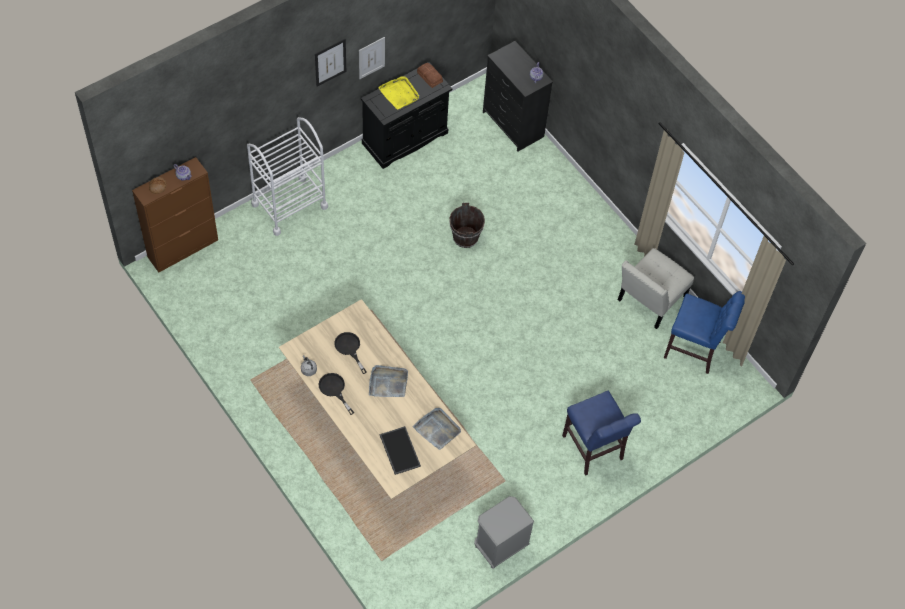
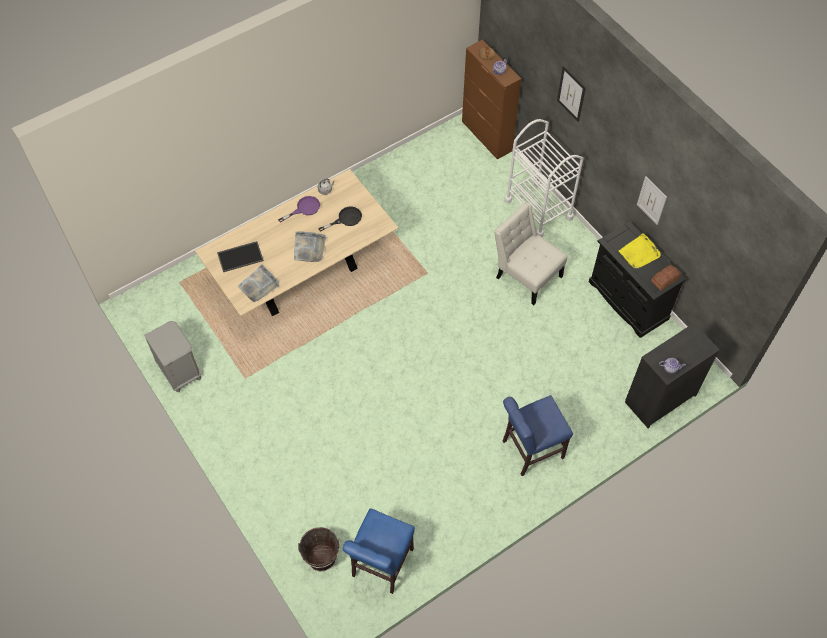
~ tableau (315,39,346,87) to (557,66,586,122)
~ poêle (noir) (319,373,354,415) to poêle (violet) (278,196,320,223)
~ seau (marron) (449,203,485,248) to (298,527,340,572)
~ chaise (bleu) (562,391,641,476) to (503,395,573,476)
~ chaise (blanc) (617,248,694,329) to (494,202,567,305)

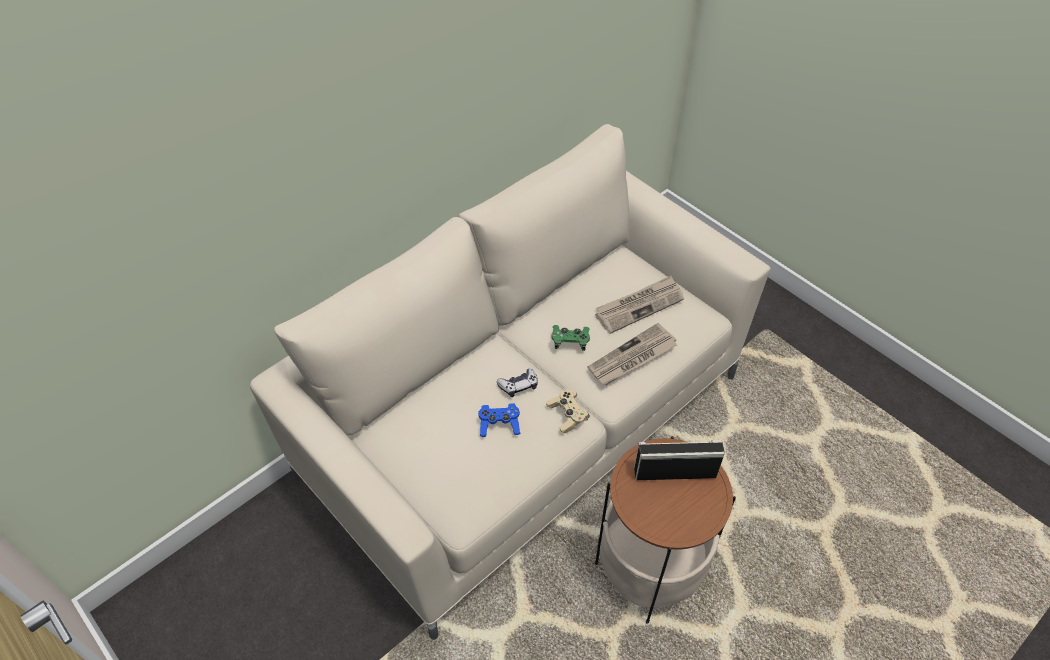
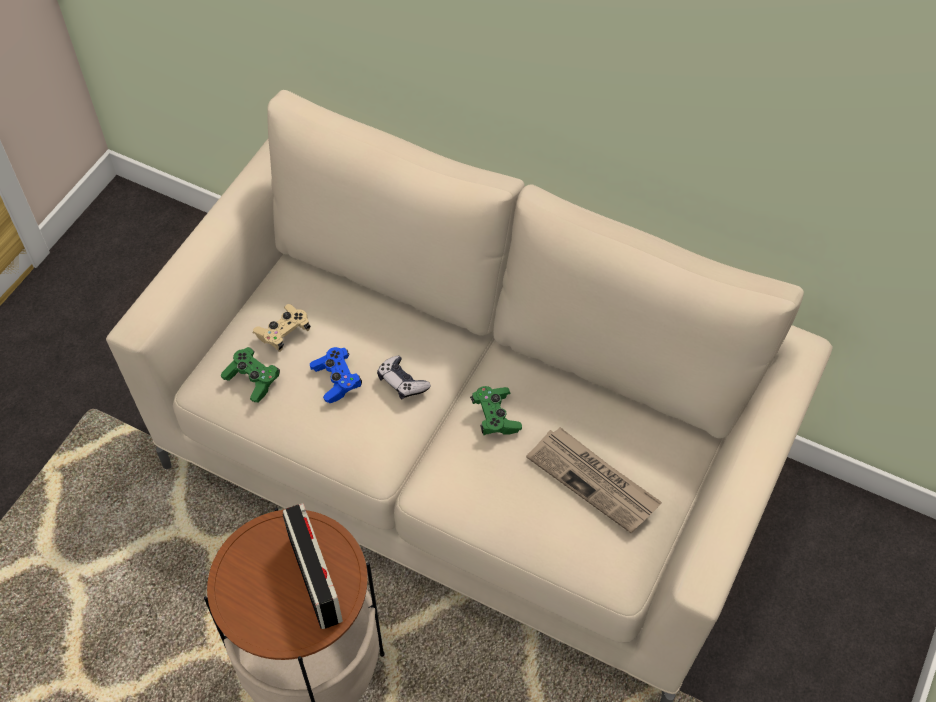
~ manette (beige) (546,389,590,433) to (253,304,311,352)
- journal (587,323,677,385)
+ manette (vert) (221,347,280,402)

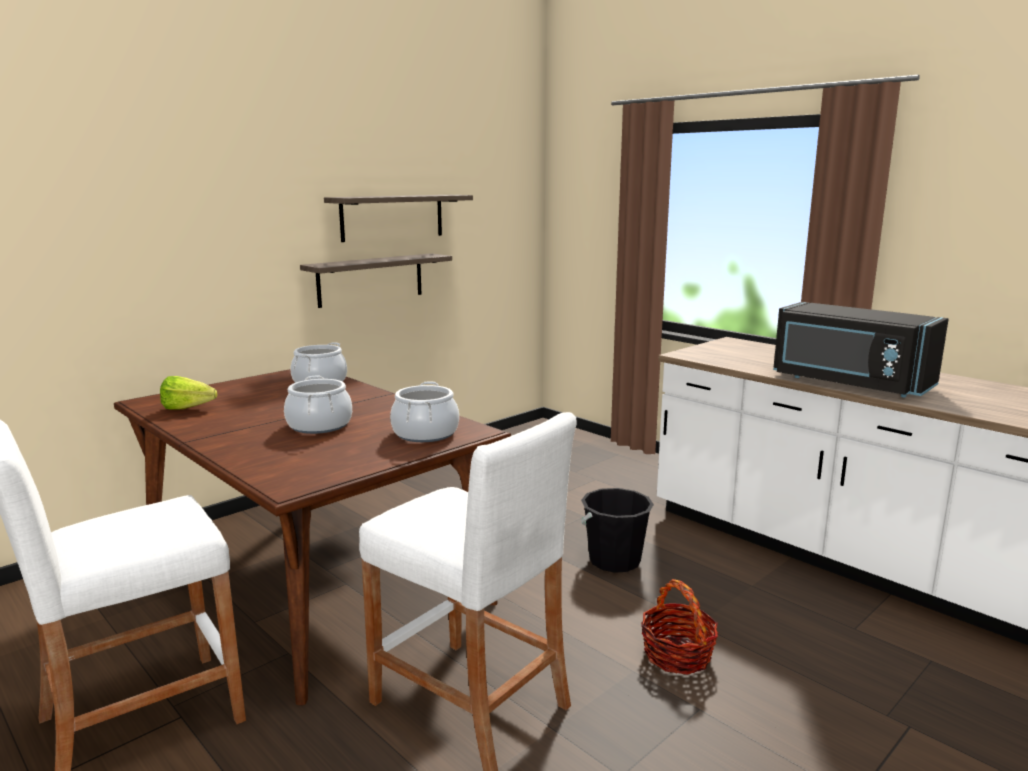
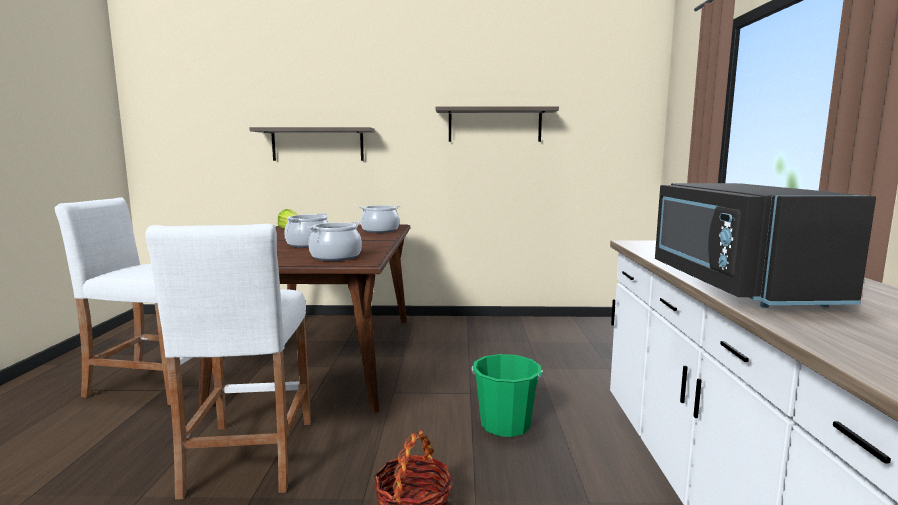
~ étagère (300,253,452,308) to (250,127,375,161)
~ seau (noir) (581,488,654,573) to seau (vert) (472,354,543,437)

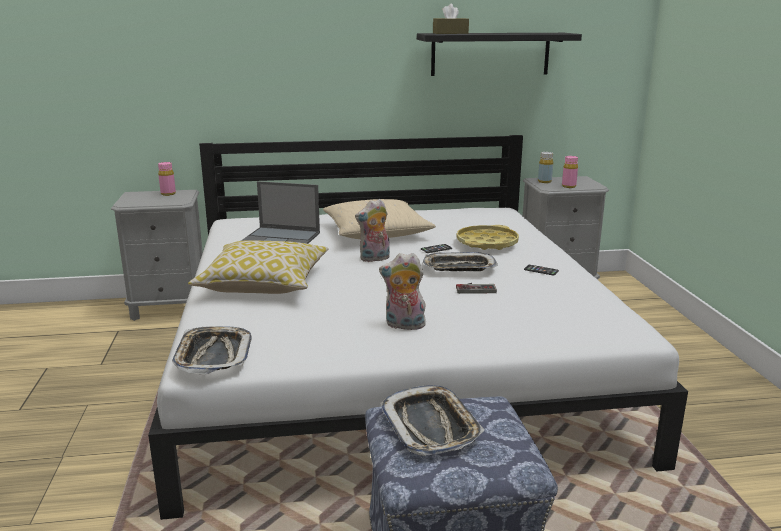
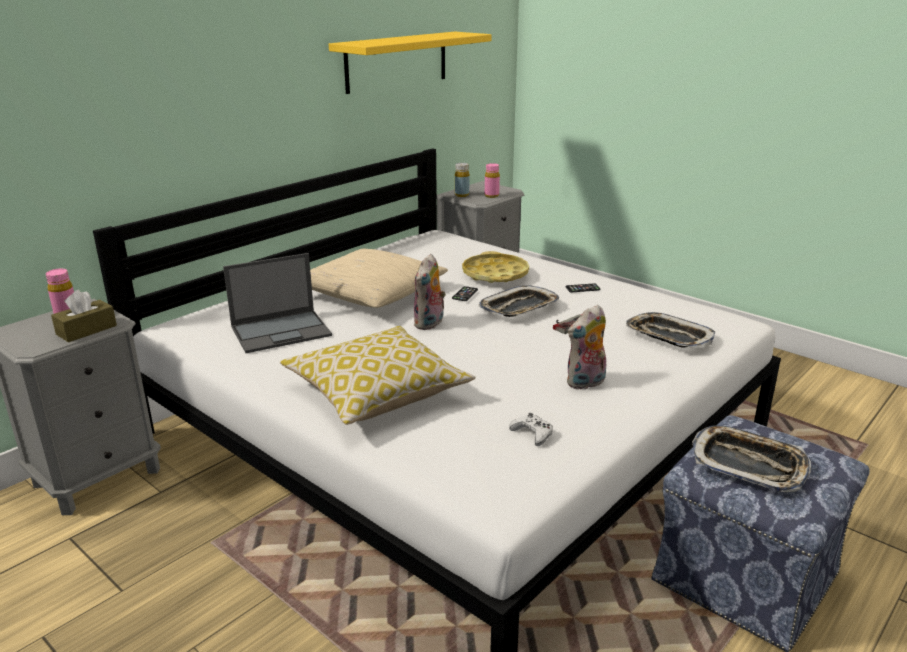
~ plateau (172,326,252,375) to (626,312,715,348)
~ étagère (noir) (417,33,582,76) to étagère (jaune) (329,32,492,94)
~ boîte à mouchoirs (marron) (433,4,469,34) to (51,290,117,342)
+ manette (blanc) (509,413,553,446)

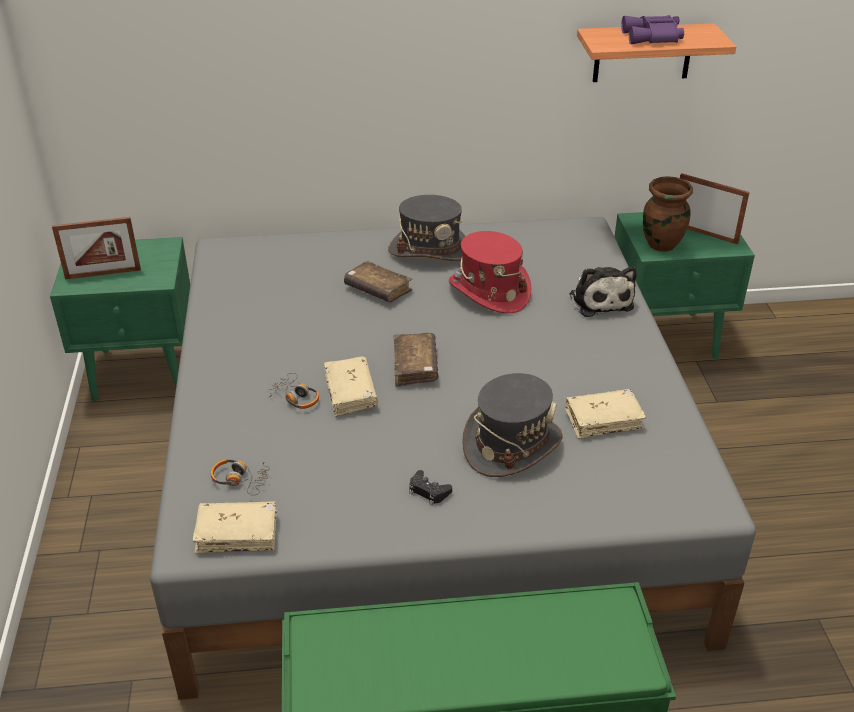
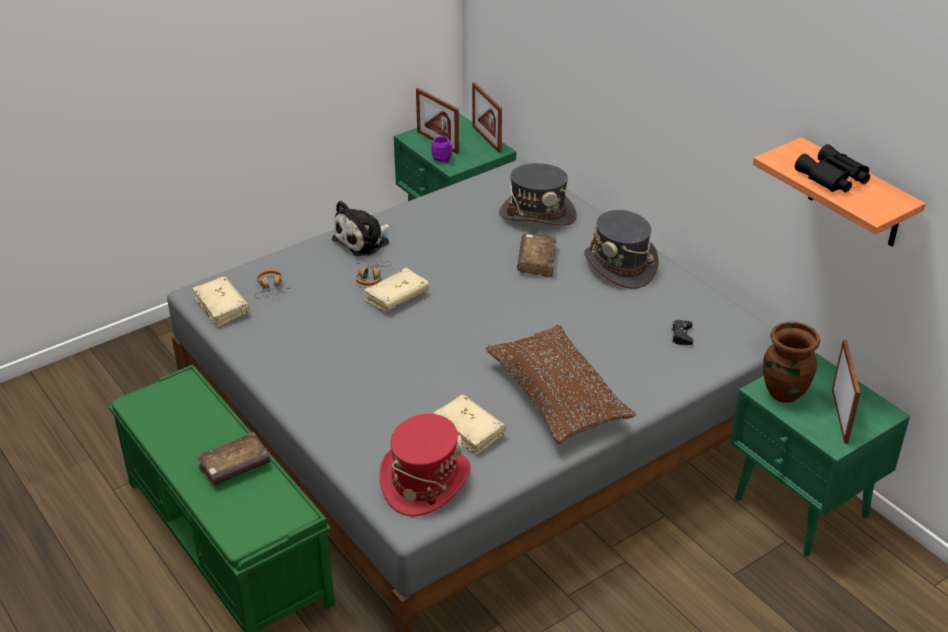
~ livre (marron) (393,333,438,387) to (195,432,271,486)
~ manette (noir) (409,470,452,505) to (671,320,693,345)
~ chapeau (rouge) (449,231,532,313) to (380,414,471,516)
~ chapeau (gris) (462,373,563,477) to (499,163,577,226)
~ peluche (569,266,636,317) to (332,201,391,256)
~ jumelles (violet) (621,15,684,44) to jumelles (noir) (795,144,870,192)
+ mug (violet) (431,136,452,163)
+ cadre photo (472,82,502,153)
+ coussin (marron) (486,325,636,444)

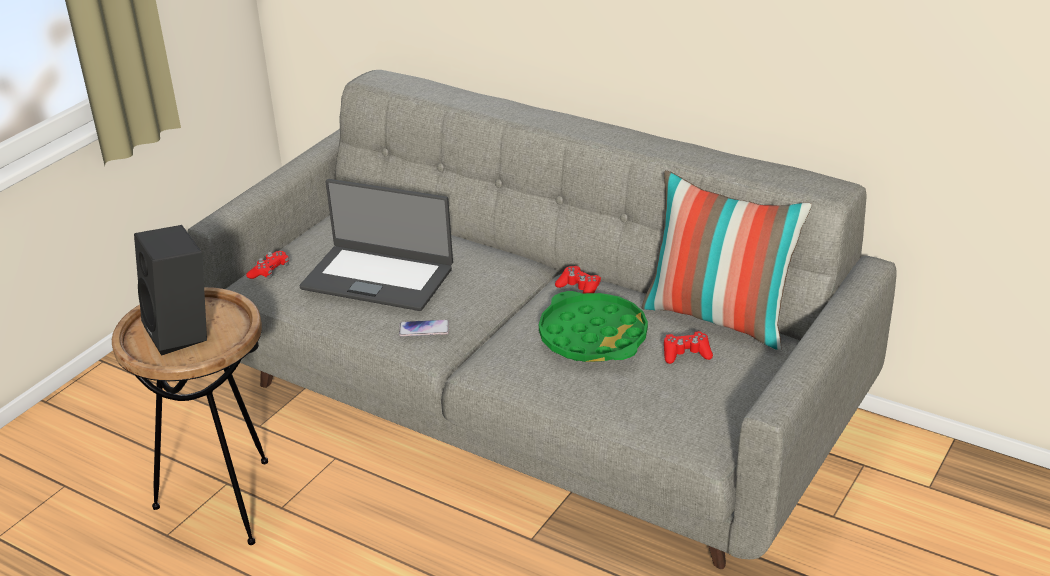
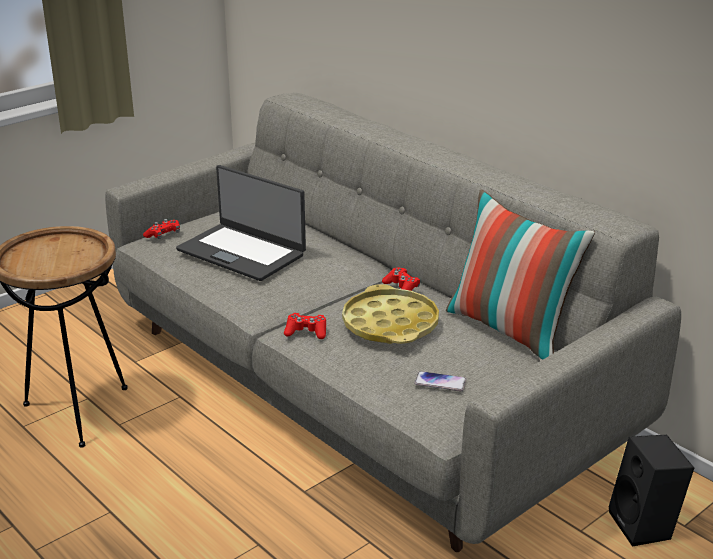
~ enceinte (noir) (134,225,207,356) to (609,435,694,547)
~ téléphone (399,320,449,336) to (414,371,466,392)
~ plateau (vert) (539,291,648,362) to plateau (jaune) (342,284,439,344)
~ manette (rouge) (664,331,713,364) to (284,313,326,339)

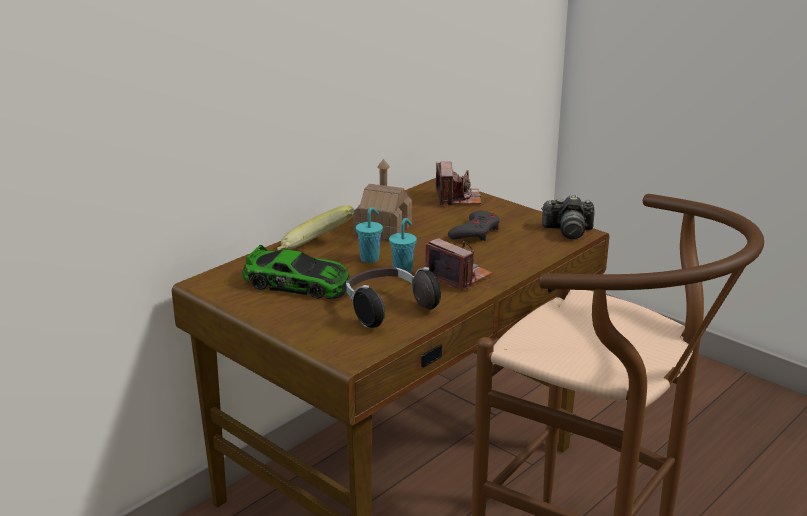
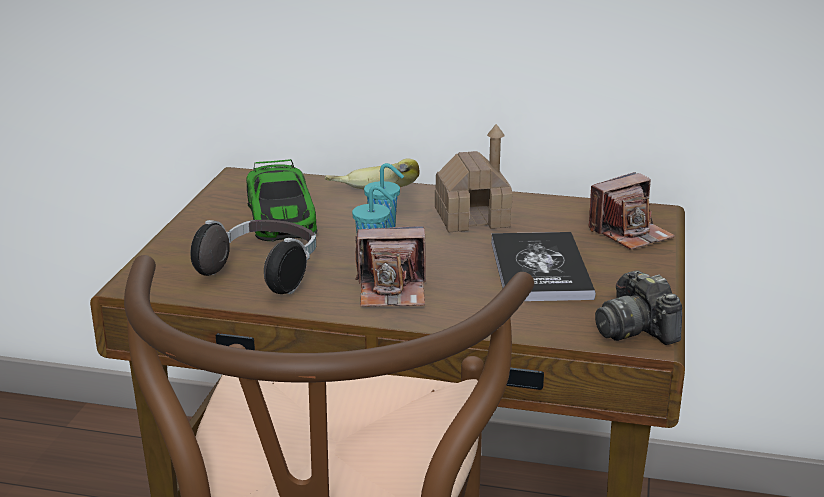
~ appareil photo (425,238,492,290) = (355,226,426,307) 75 degrees clockwise
~ manette (gris) (448,211,500,241) to livre (491,232,596,301)

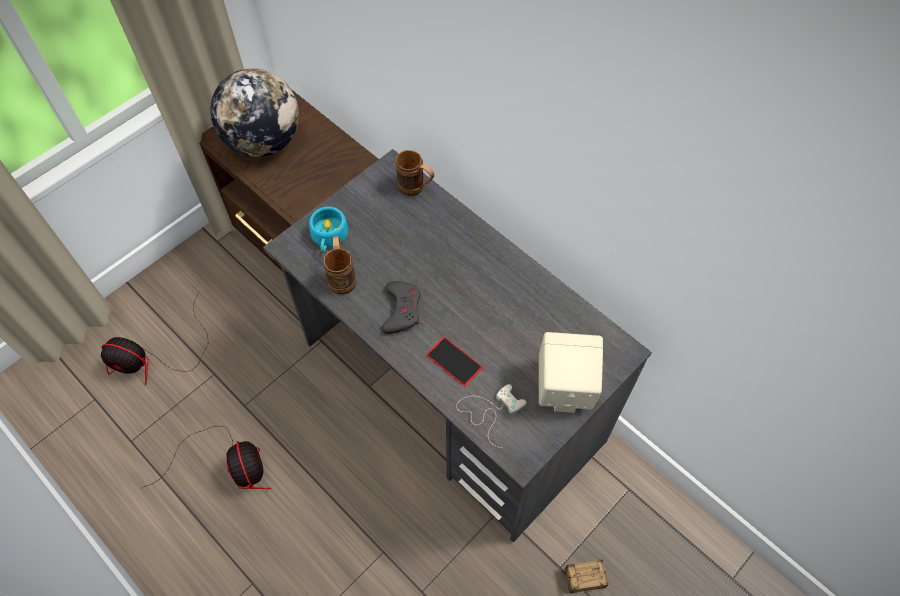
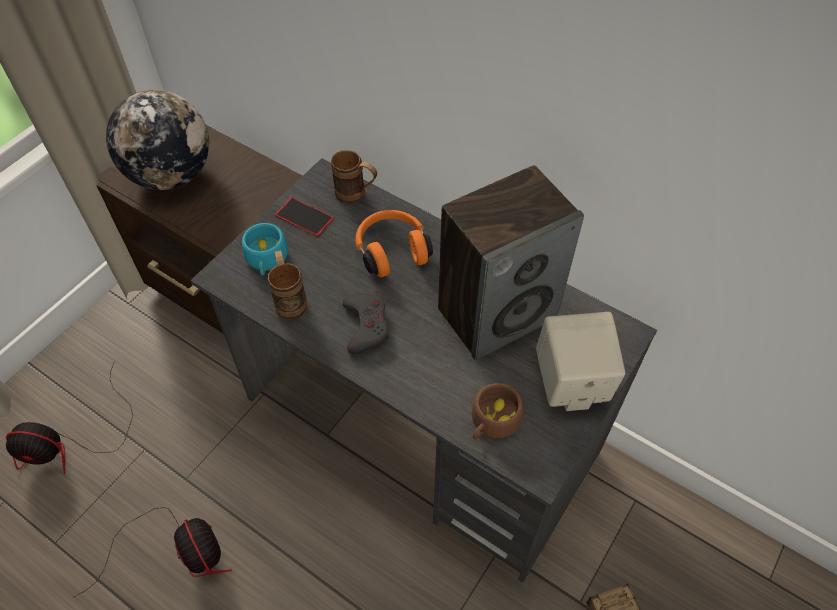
~ téléphone (426,337,483,386) to (275,197,334,236)
~ manette (blanc) (456,384,527,448) to tasse (marron) (472,383,523,440)
+ casque audio (orange) (355,210,433,277)
+ enceinte (438,165,584,361)

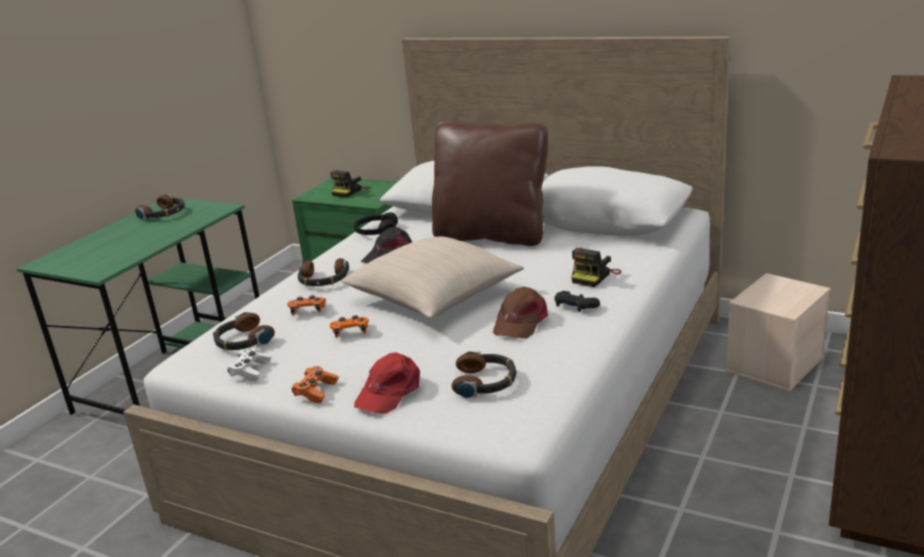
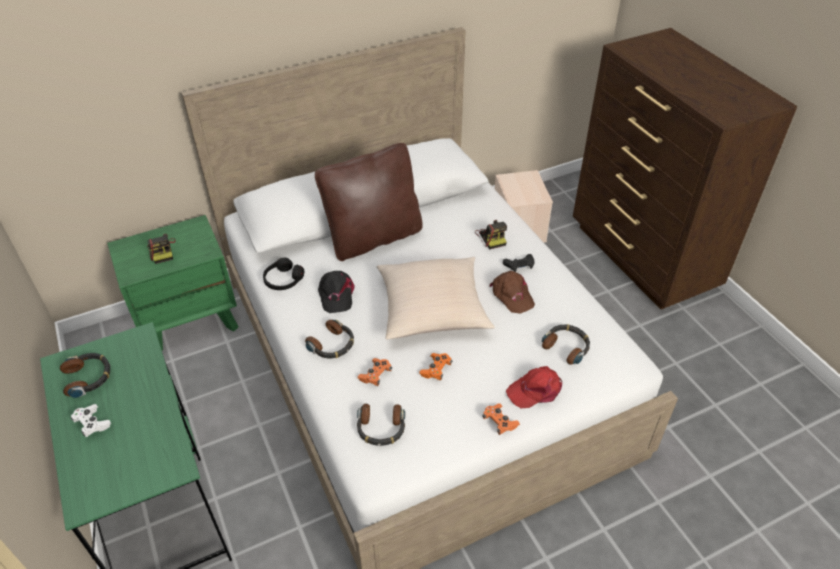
~ manette (blanc) (227,348,271,381) to (70,404,111,437)
~ casquette (rouge) (354,352,420,414) = (506,366,562,408) 90 degrees clockwise

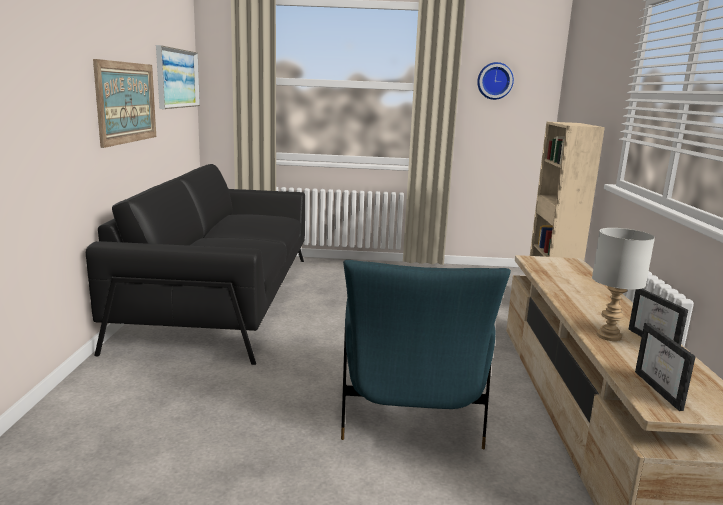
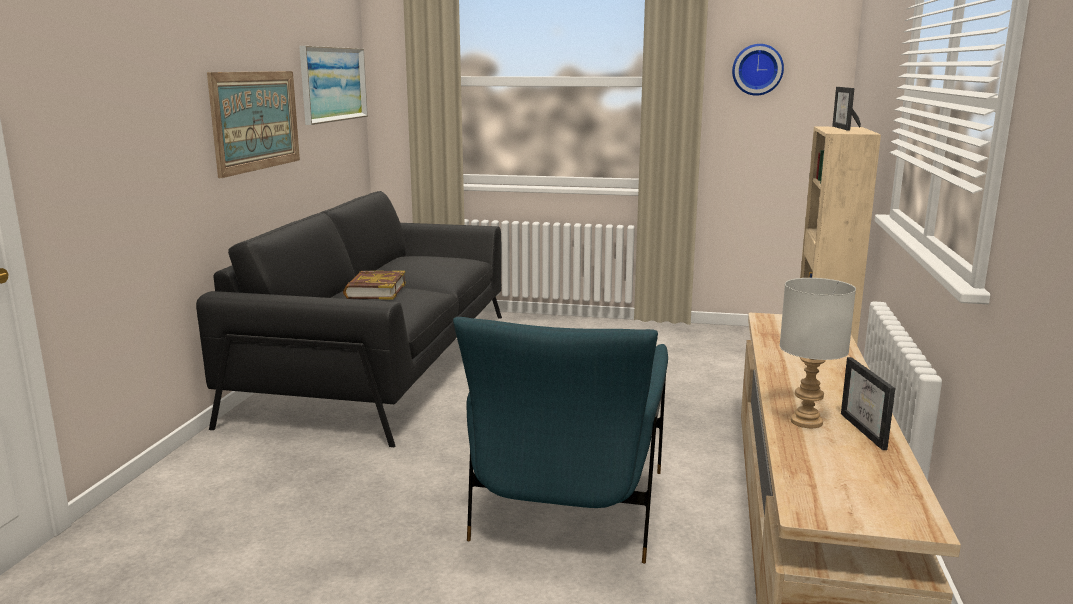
~ cadre photo (635,323,696,411) to (832,87,861,130)
+ livre (343,271,406,299)

